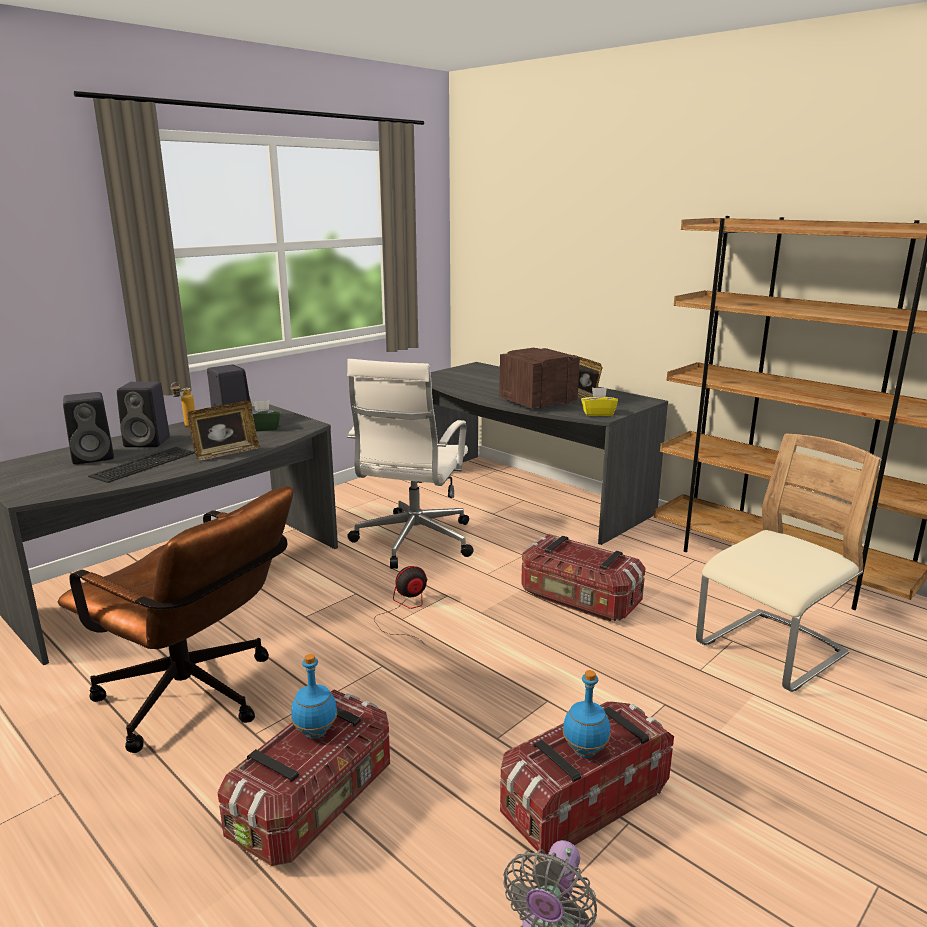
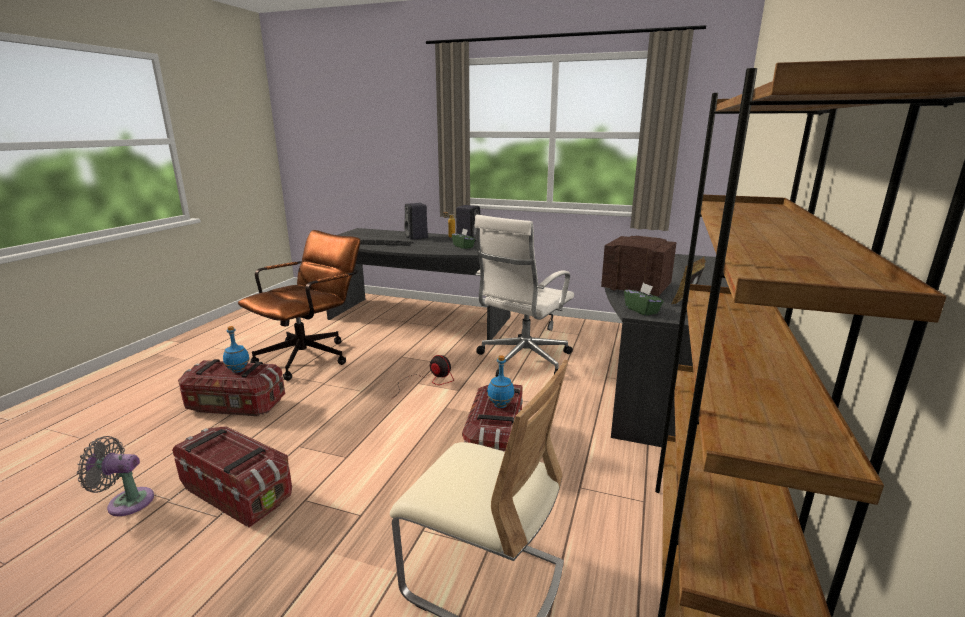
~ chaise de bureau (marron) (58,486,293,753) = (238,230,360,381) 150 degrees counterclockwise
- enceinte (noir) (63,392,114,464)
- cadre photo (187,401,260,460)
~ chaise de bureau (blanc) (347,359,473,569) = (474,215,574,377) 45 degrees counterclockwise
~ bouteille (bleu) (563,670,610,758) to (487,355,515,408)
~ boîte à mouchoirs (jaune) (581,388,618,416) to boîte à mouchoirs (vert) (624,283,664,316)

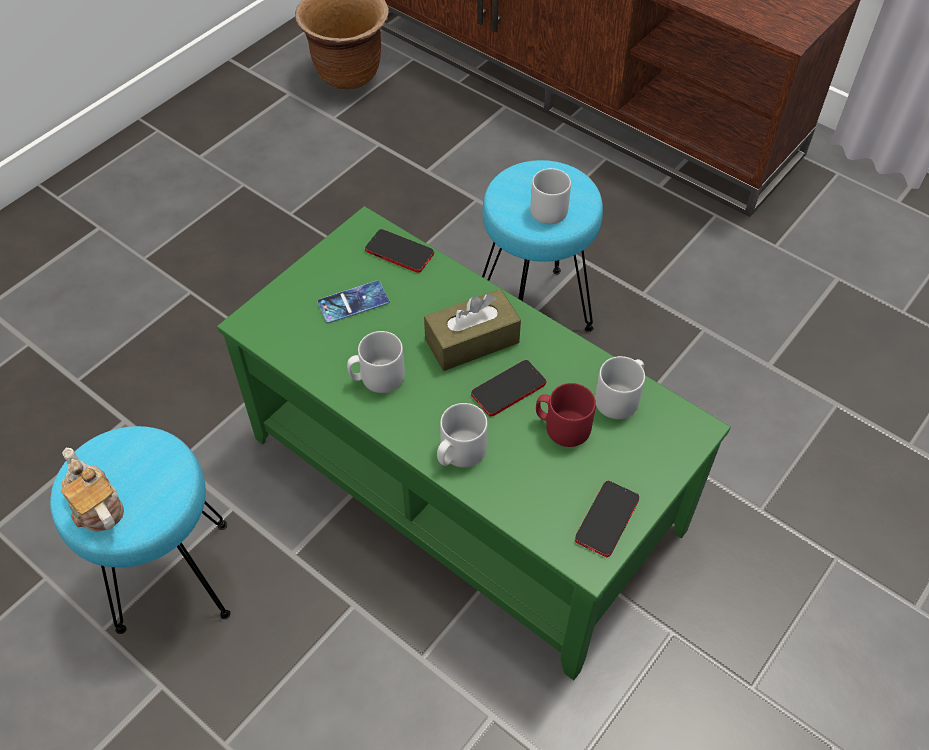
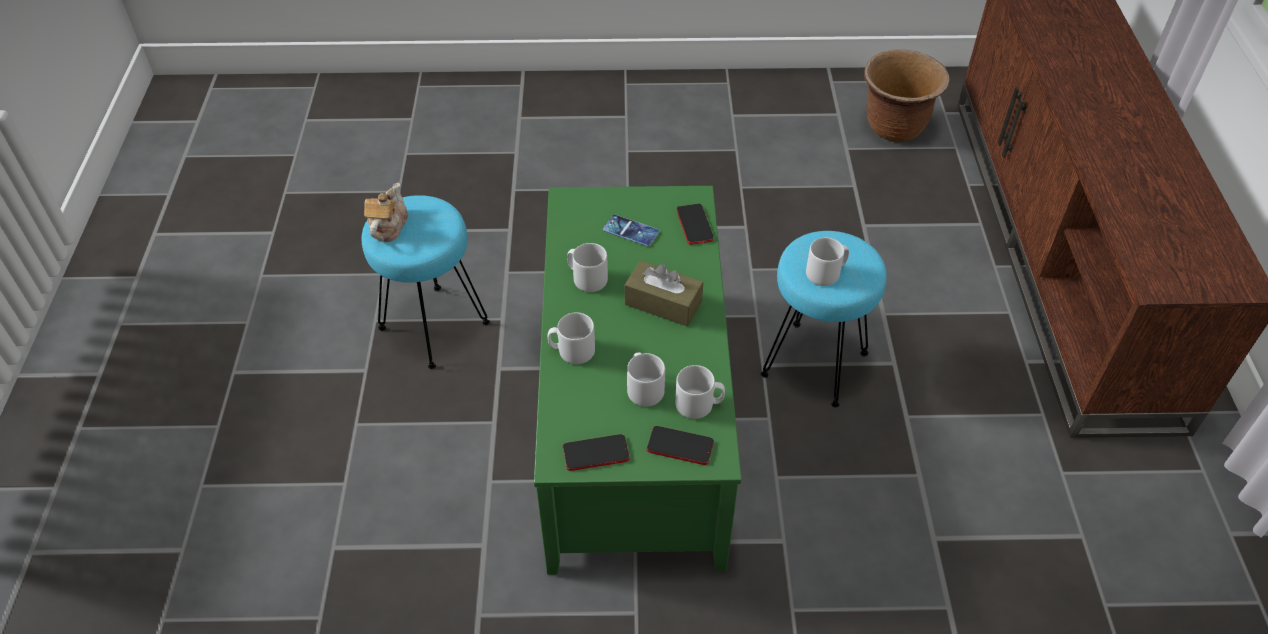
~ téléphone (471,360,546,416) to (647,426,714,465)
~ mug (rouge) (536,383,596,447) to mug (gris) (627,352,665,407)

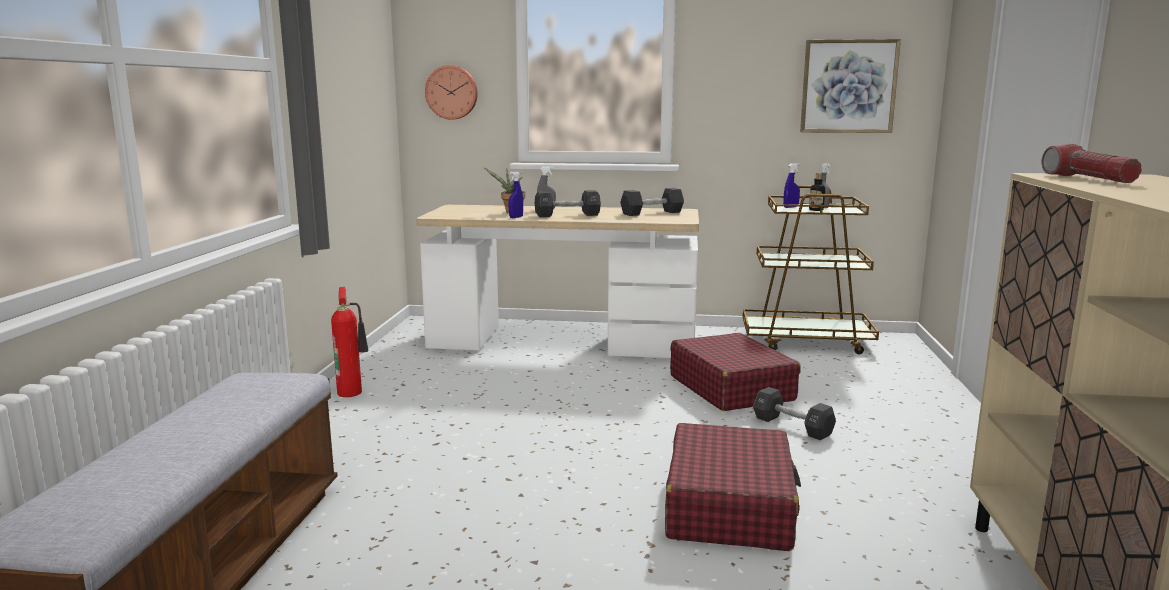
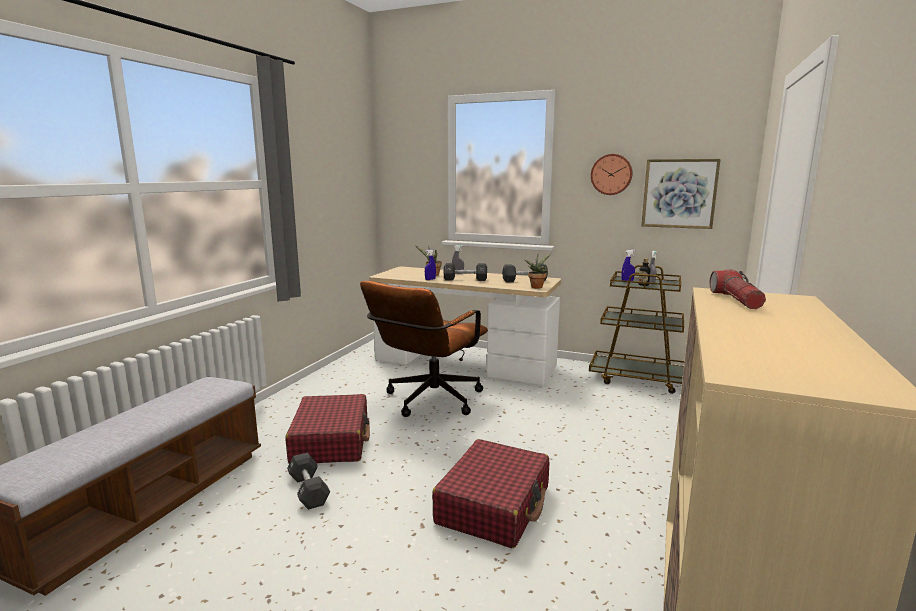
- extincteur (331,287,368,397)
~ horloge murale (425,65,478,120) to (591,154,633,195)
~ valise (rouge) (670,333,801,411) to (286,394,370,464)
~ haltère (noir) (753,387,836,440) to (287,452,330,510)
+ chaise de bureau (marron) (360,281,488,417)
+ plante en pot (525,253,552,289)

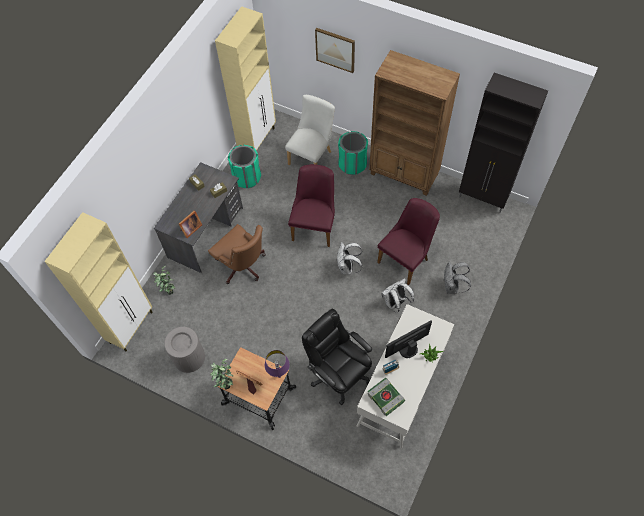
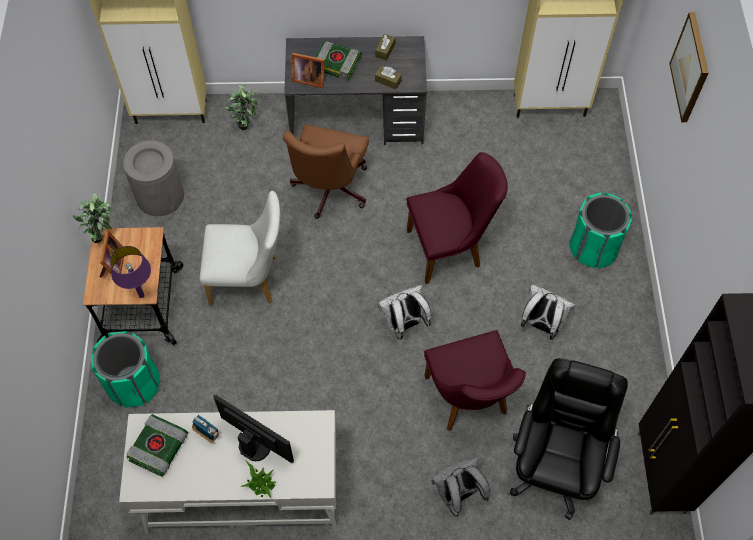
~ poubelle (vert) (228,145,261,188) to (91,331,160,407)
~ chaise (blanc) (285,95,335,166) to (200,191,280,305)
~ chaise de bureau (noir) (302,308,372,405) to (510,358,628,520)
- bibliothèque (marron) (369,50,460,196)
~ chaise (violet) (377,198,440,285) = (424,330,526,431) 60 degrees clockwise
~ sac à dos (blanc) (382,278,414,313) to (521,285,575,340)
+ livre (315,41,362,81)

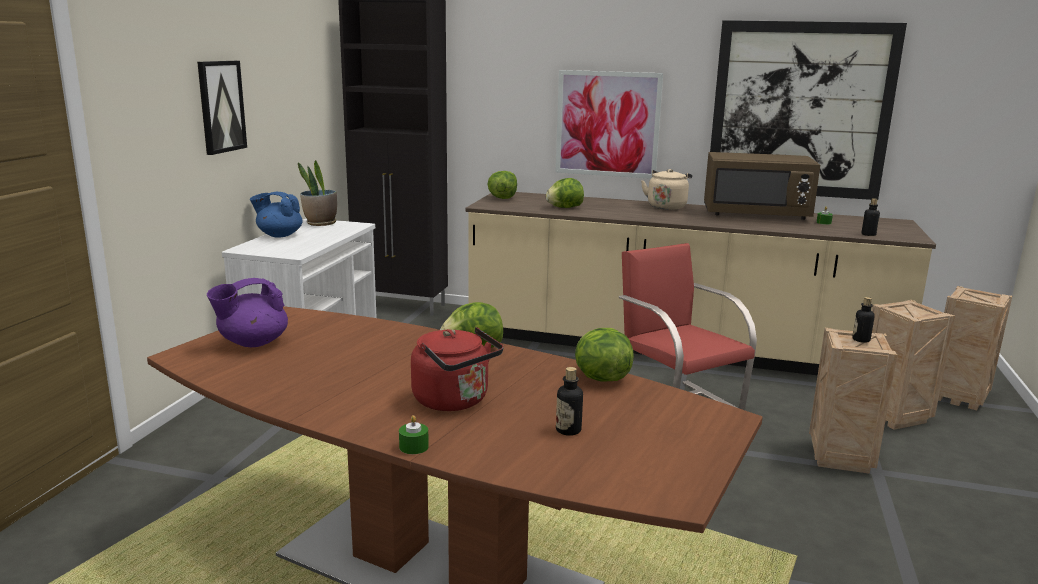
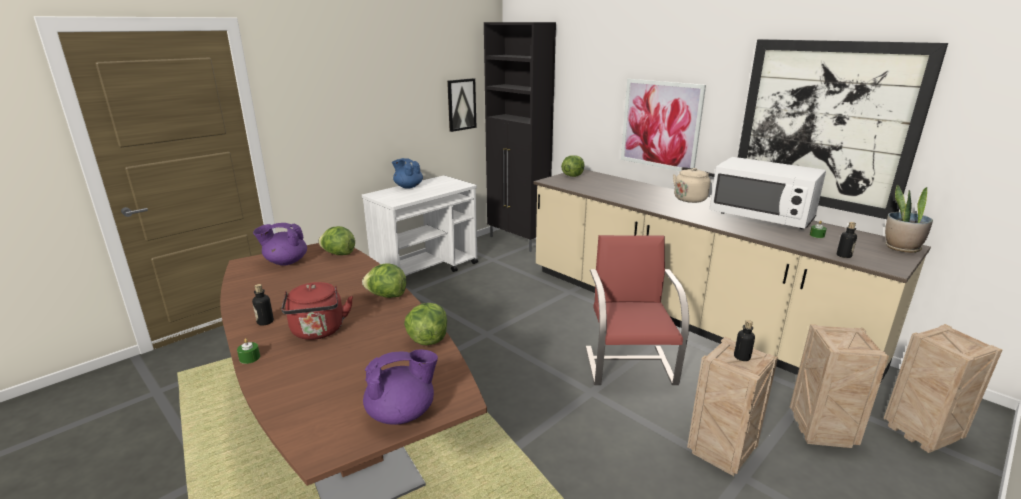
~ tableau (197,61,247,155) to (447,78,476,132)
~ plante en pot (298,160,337,226) to (885,185,933,253)
~ laitue (546,178,584,208) to (318,226,355,255)
~ bouteille (556,367,583,436) to (252,284,274,326)
~ micro-ondes (marron) (704,152,820,220) to micro-ondes (blanc) (709,157,826,229)
+ théière (violet) (363,349,438,425)

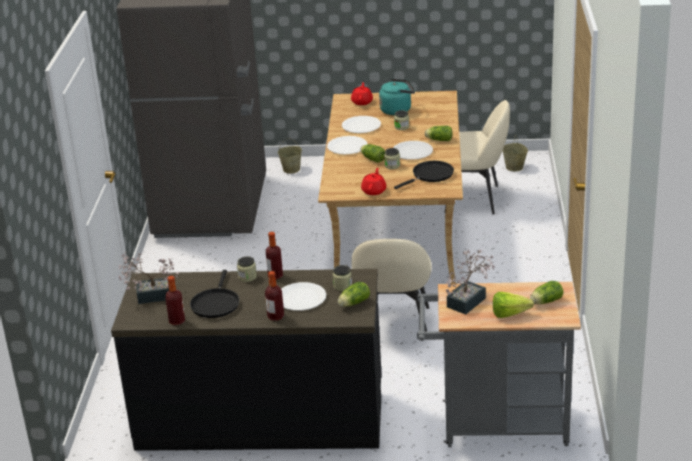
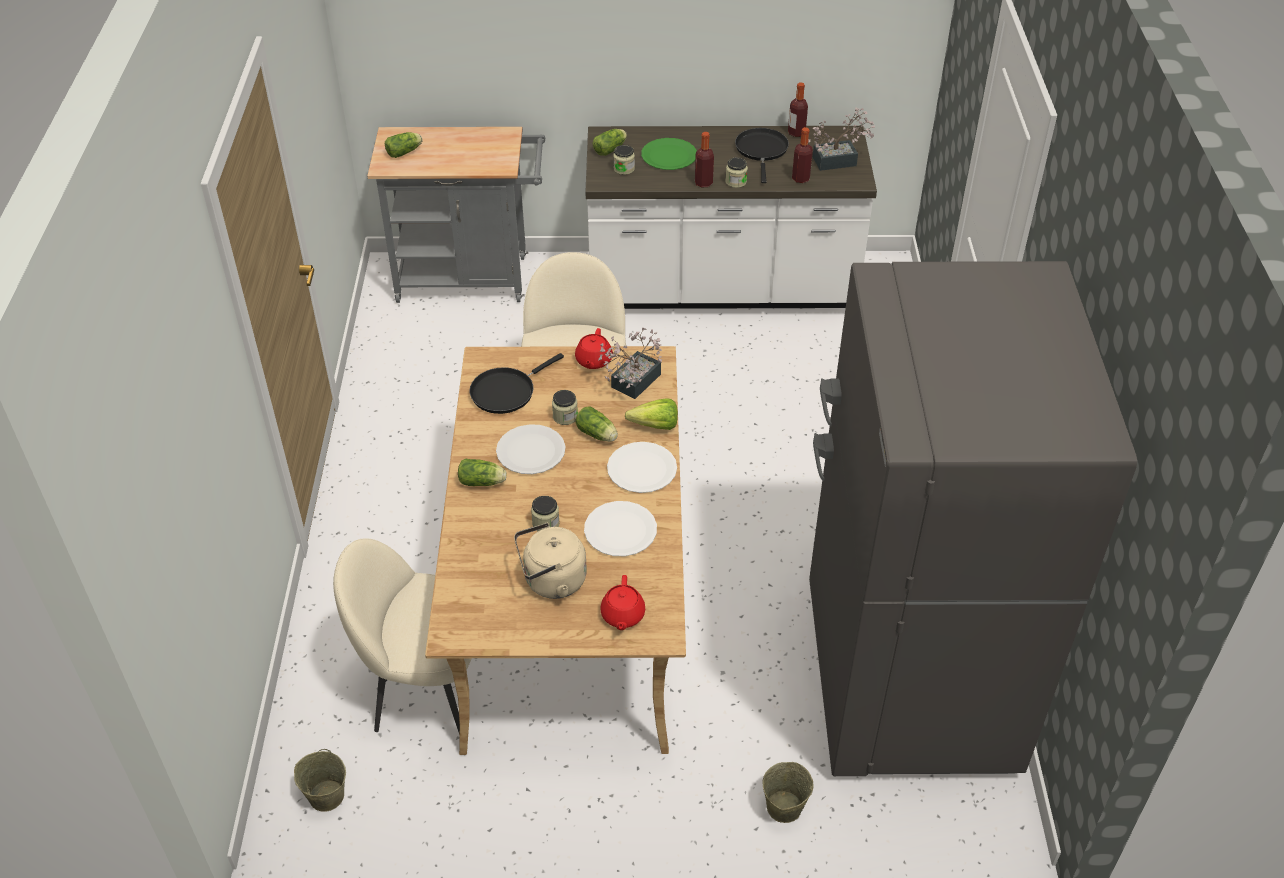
~ comptoir de cuisine (noir) (111,269,382,451) to comptoir de cuisine (blanc) (585,126,877,309)
~ bouteille (265,271,284,321) to (792,127,813,183)
~ assiette (blanc) (281,282,326,311) to assiette (vert) (641,138,697,170)
~ bouilloire (turquoise) (379,79,415,115) to bouilloire (beige) (514,523,587,599)
~ plante en pot (446,250,495,315) to (598,328,662,399)
~ laitue (493,292,534,318) to (625,398,678,430)

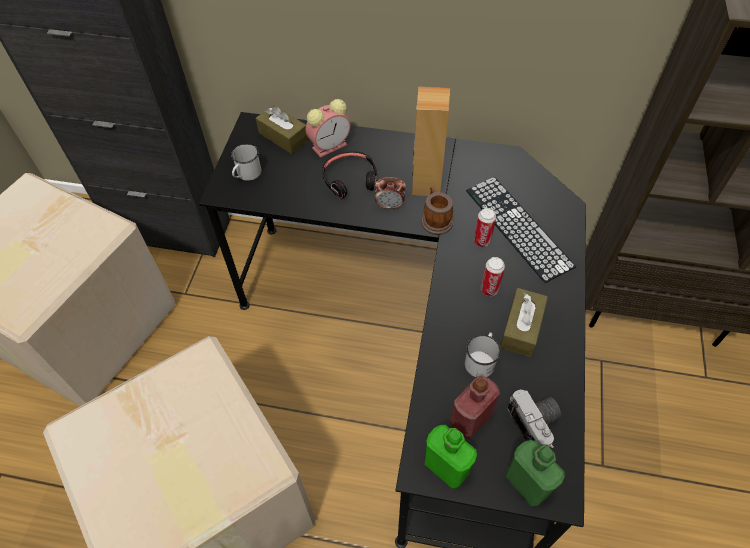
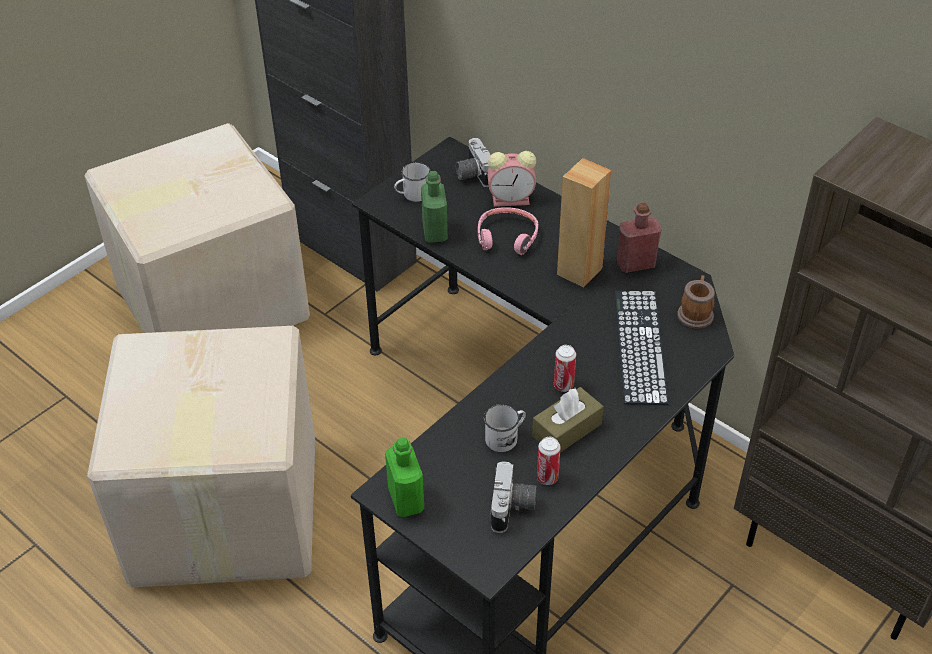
~ boîte à mouchoirs (marron) (256,105,309,154) to appareil photo (456,138,490,187)
~ casque audio (noir) (322,151,377,199) to casque audio (rose) (478,207,538,255)
- réveil (375,177,406,210)
~ mug (421,187,453,235) to (677,275,715,329)
~ bouteille (rouge) (450,376,500,439) to (617,202,662,273)
~ boîte métallique (474,208,496,247) to (537,437,561,485)
~ bouteille (vert) (506,440,565,506) to (421,171,448,243)

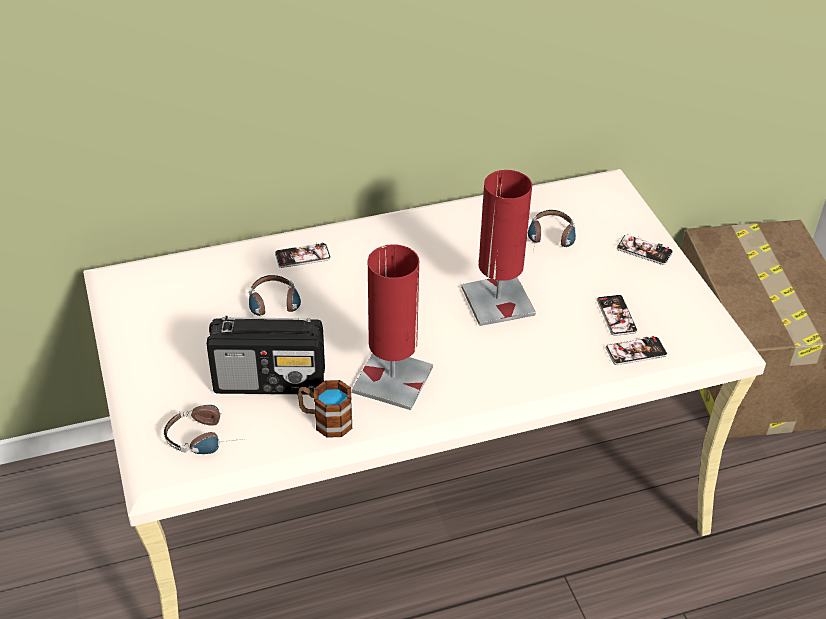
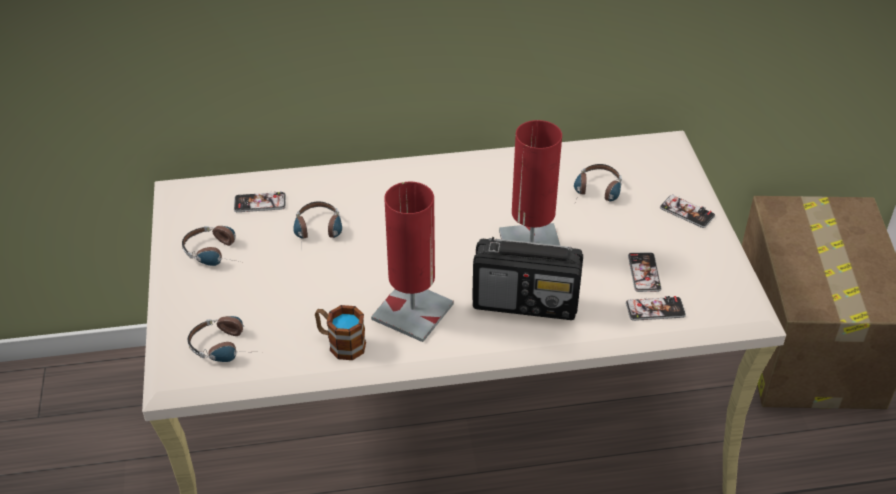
~ radio (207,316,325,394) to (472,237,583,320)
~ téléphone (275,242,331,268) to (234,191,286,212)
+ casque audio (182,226,240,266)

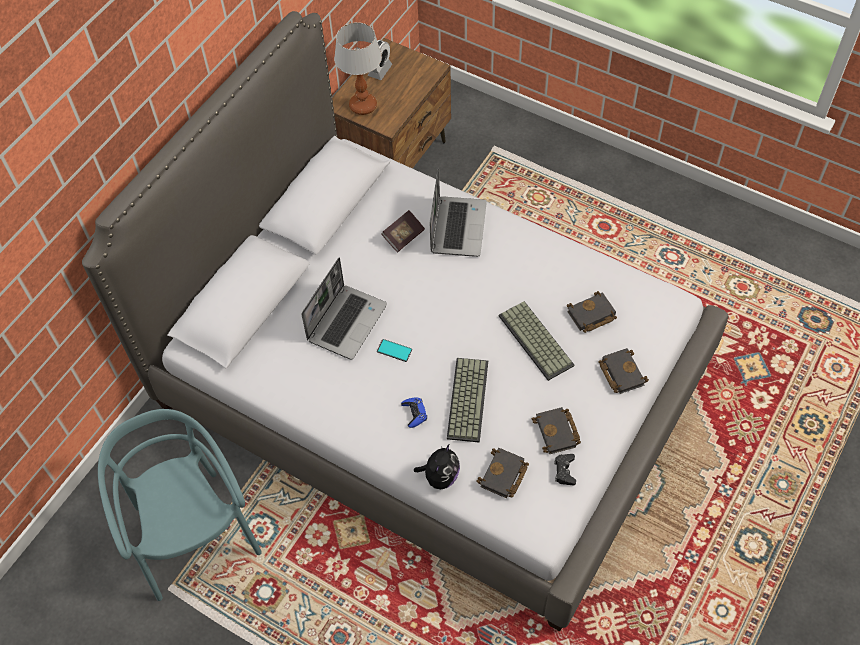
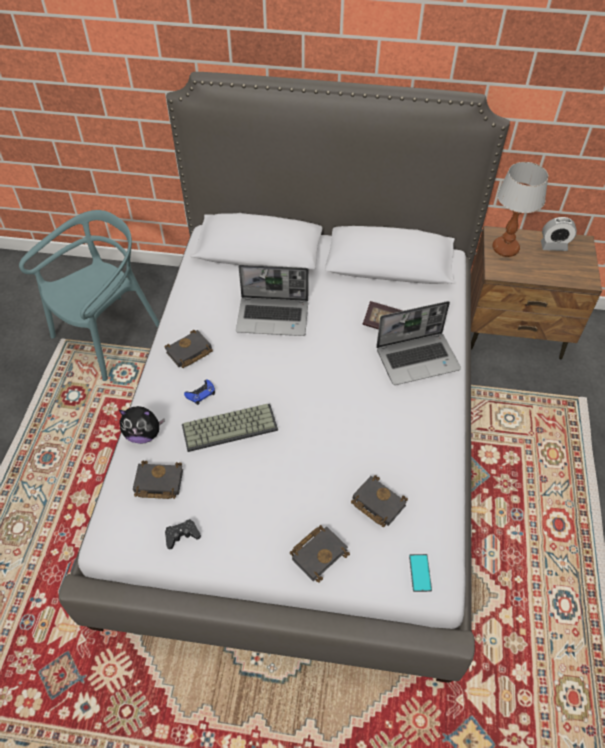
~ téléphone (377,339,412,362) to (409,554,432,592)
- clavier (499,301,574,381)
~ livre (noir) (532,407,581,454) to (165,330,213,368)

